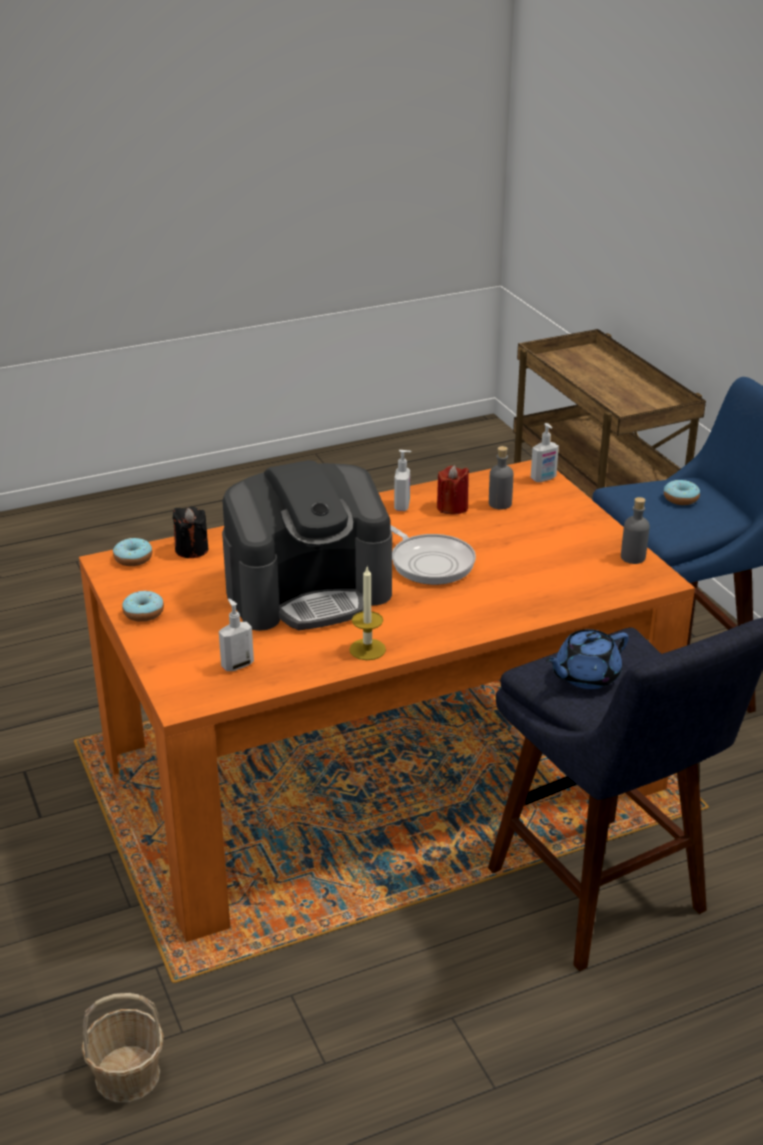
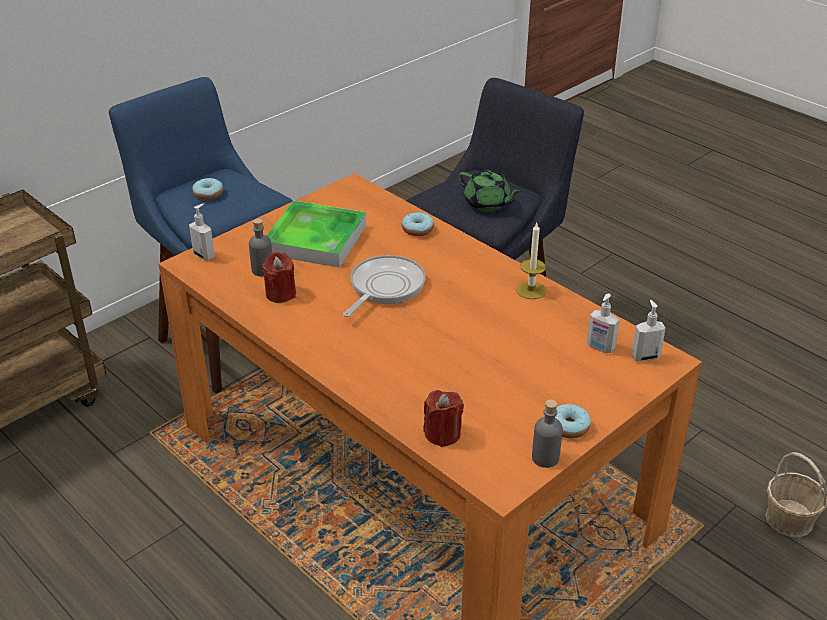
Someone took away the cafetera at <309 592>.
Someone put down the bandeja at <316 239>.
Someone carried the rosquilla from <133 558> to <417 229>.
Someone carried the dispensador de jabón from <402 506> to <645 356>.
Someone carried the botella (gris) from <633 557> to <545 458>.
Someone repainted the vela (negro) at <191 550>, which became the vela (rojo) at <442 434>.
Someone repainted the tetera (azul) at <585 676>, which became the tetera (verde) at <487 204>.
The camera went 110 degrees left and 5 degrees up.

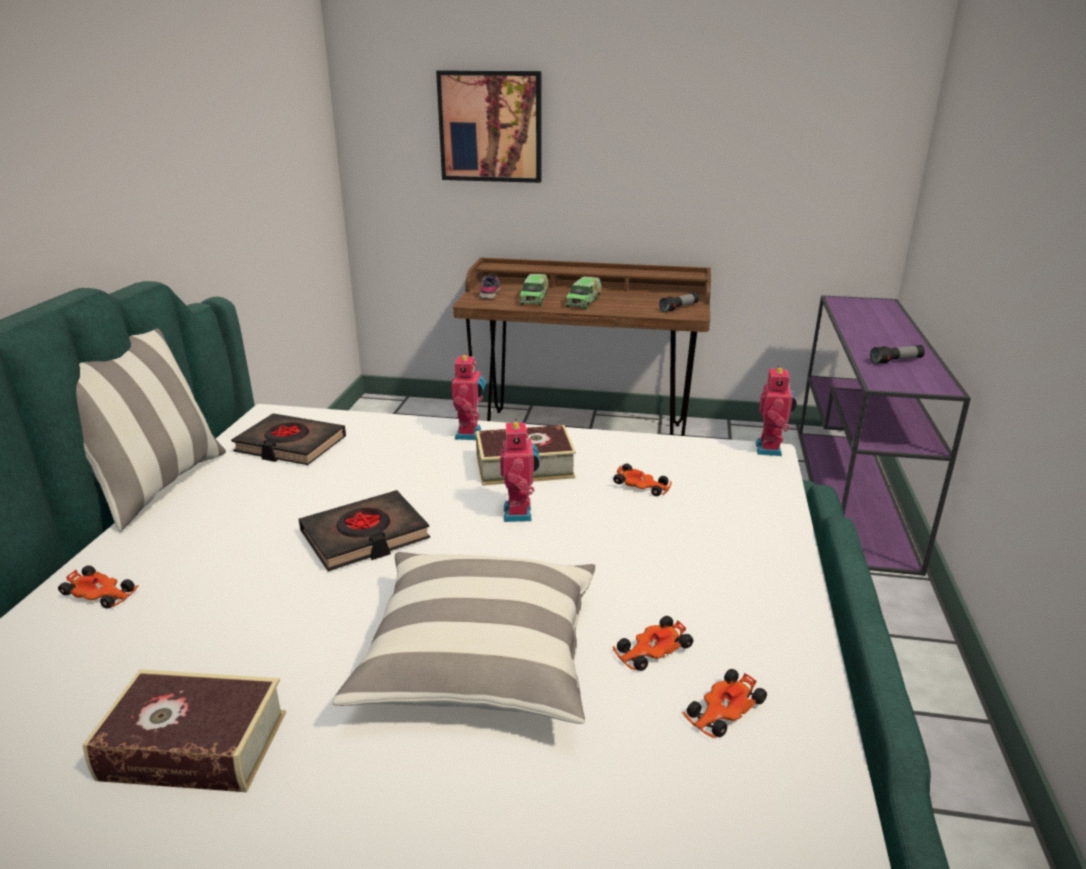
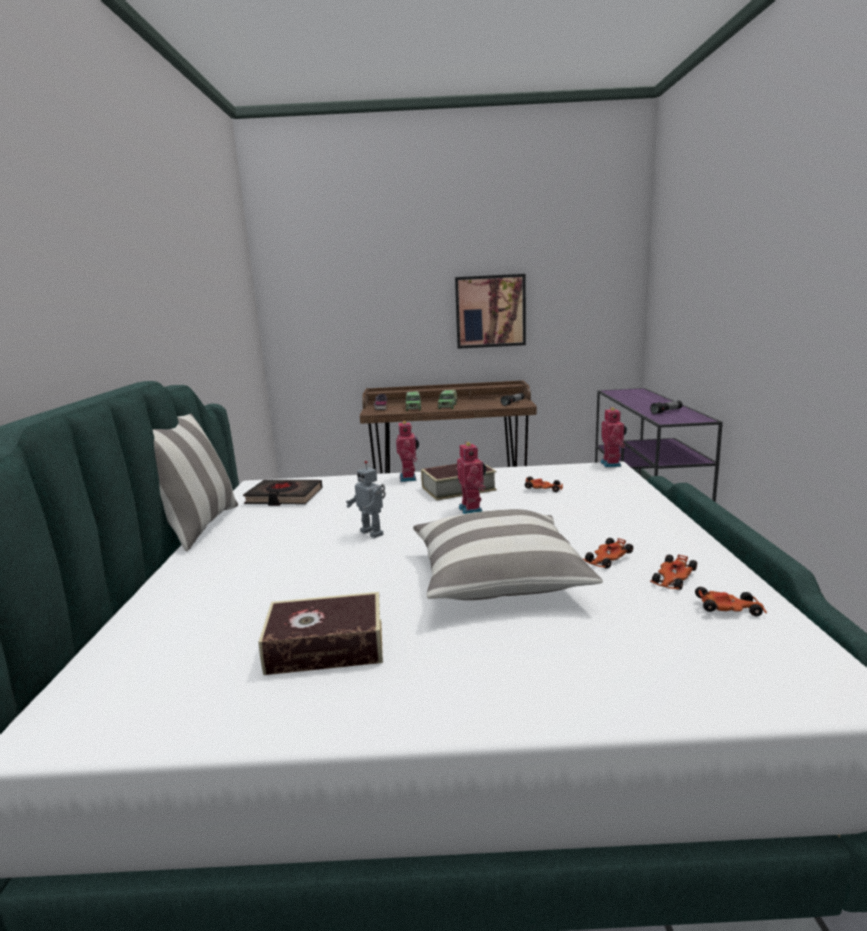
Someone carried the coche de juguete from <101 595> to <729 609>.
Someone carried the cuadro from <490 126> to <490 311>.
Someone swapped the libro (negro) at <365 537> for the robot de juguete at <373 533>.
The camera went 10 degrees left and 10 degrees down.

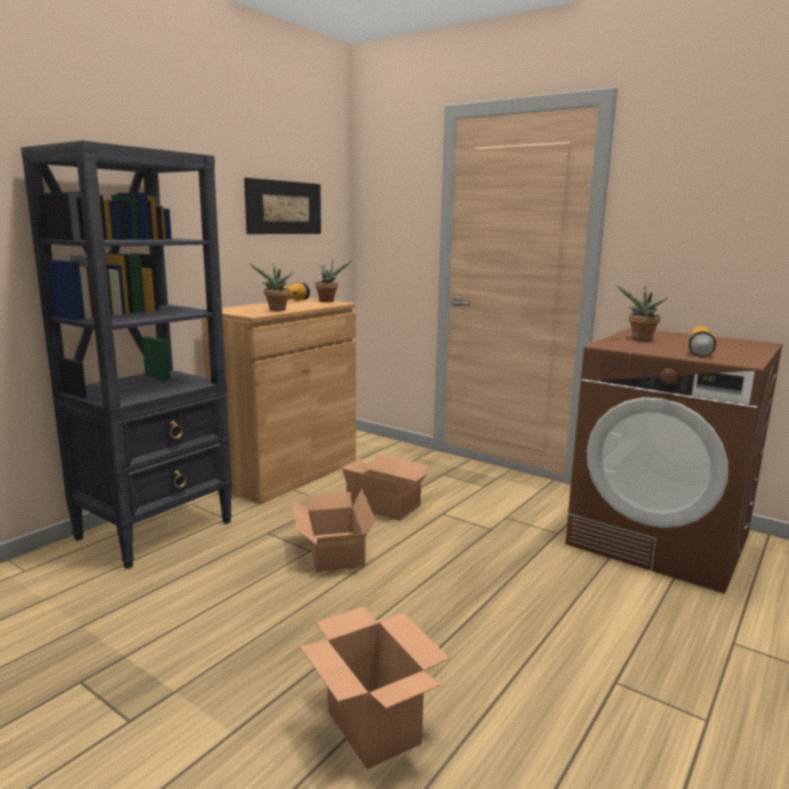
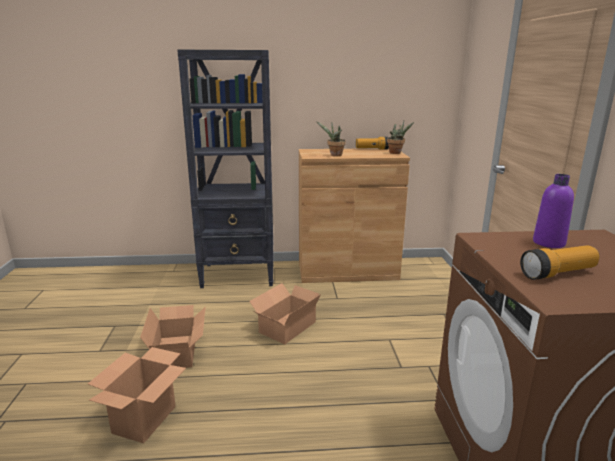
Someone took away the cuadro at <284 207>.
Someone carried the caja de cartón from <383 504> to <178 351>.
Someone swapped the planta en maceta at <640 339> for the botella (morado) at <548 243>.
The camera went 50 degrees right and 5 degrees up.

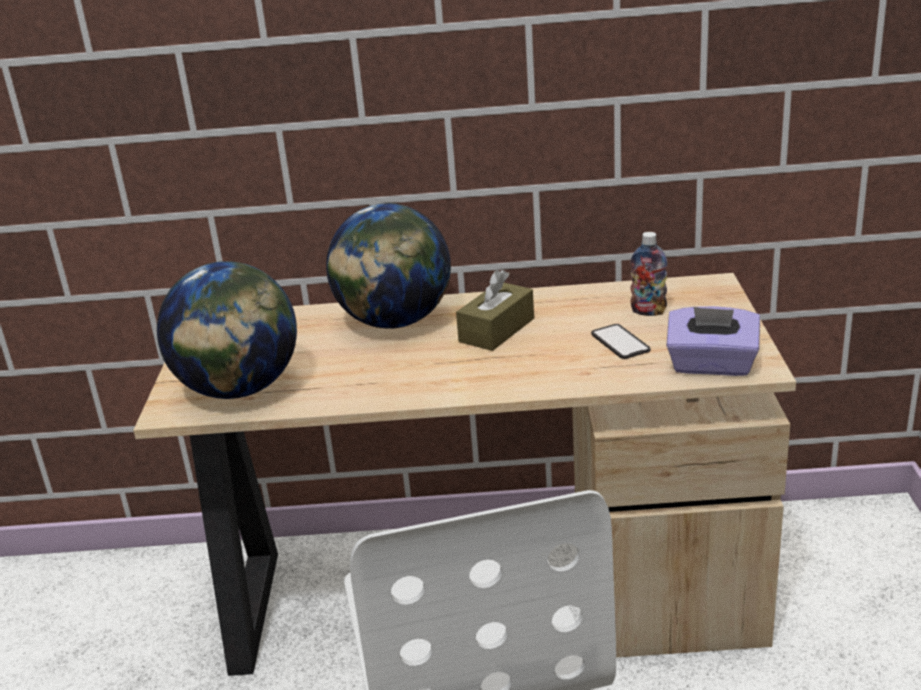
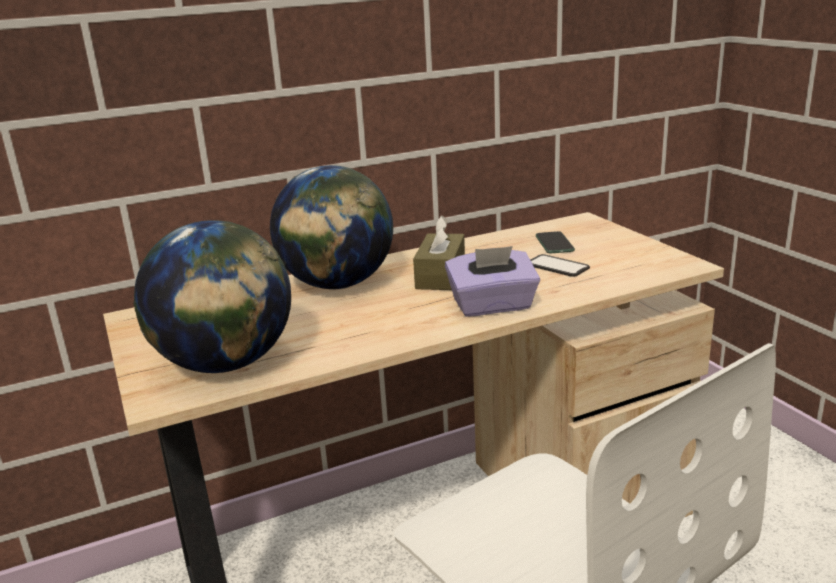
Someone carried the caja de pañuelos (morado) from <711 365> to <492 306>.
Someone swapped the botella at <648 311> for the móvil at <554 244>.
The camera went 25 degrees left and 5 degrees down.

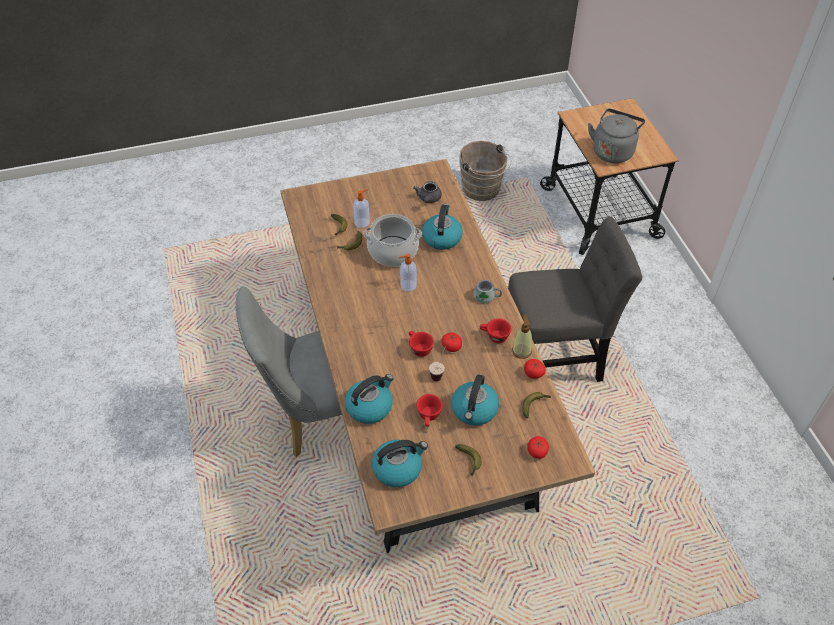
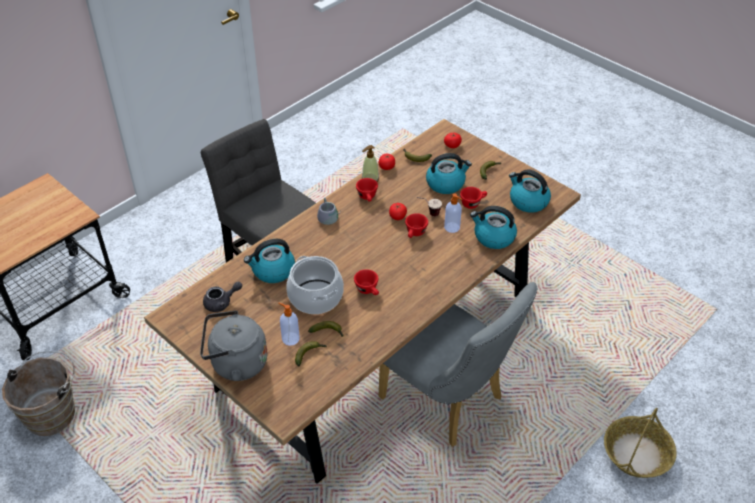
Someone put down the taza (rojo) at <368 290>.
Someone put down the cesta at <637 454>.
Someone carried the dispensador de jabón from <407 285> to <452 228>.
Someone carried the hervidor (gris) from <613 151> to <235 364>.
The camera went 120 degrees left and 5 degrees down.

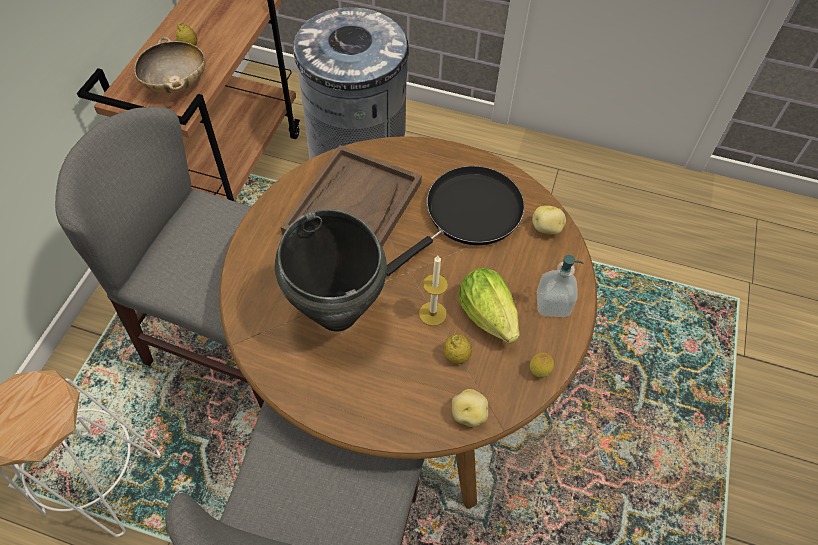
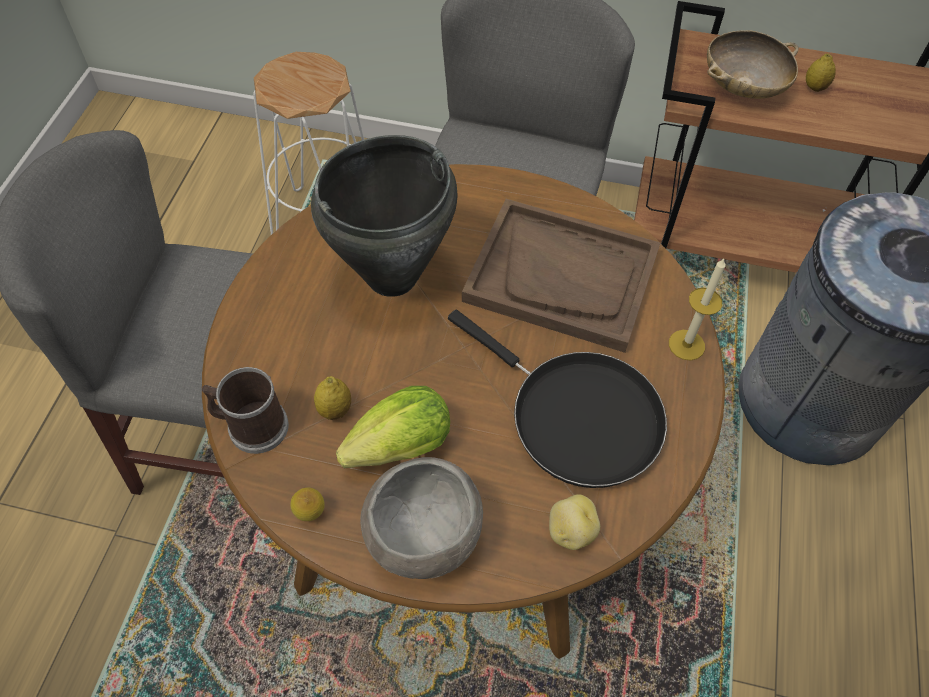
Someone carried the vela from <432 313> to <686 345>.
Someone swapped the patata at <468 413> for the taza grande at <251 426>.
Someone swapped the dispensador de jabón at <553 304> for the cuenco (gris) at <426 536>.
The camera went 85 degrees right and 0 degrees up.

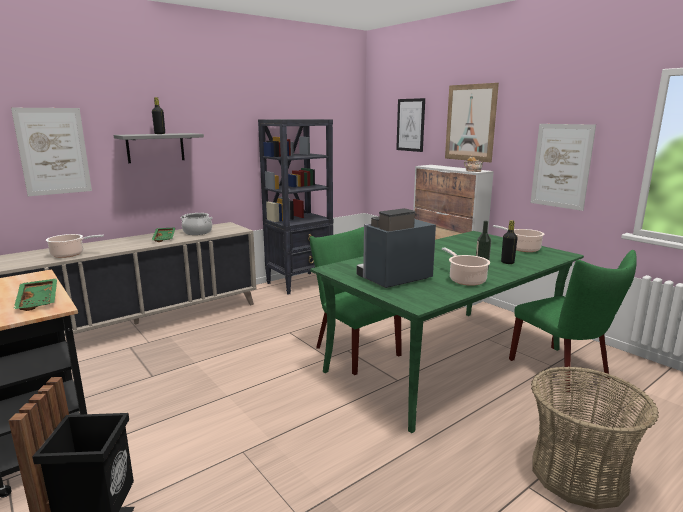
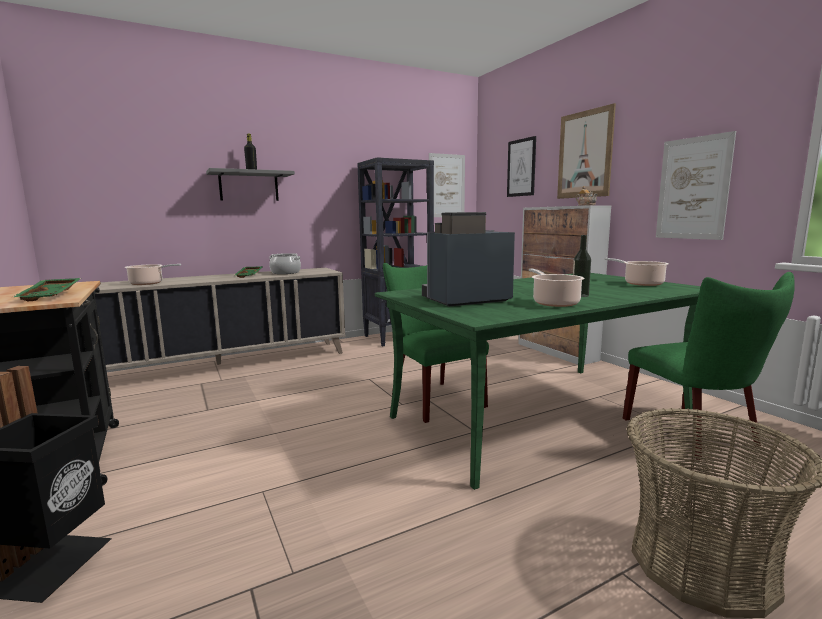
Someone took away the botella (negro) at <507 262>.
Someone carried the cuadro from <53 151> to <446 186>.
The camera went 10 degrees right and 5 degrees down.

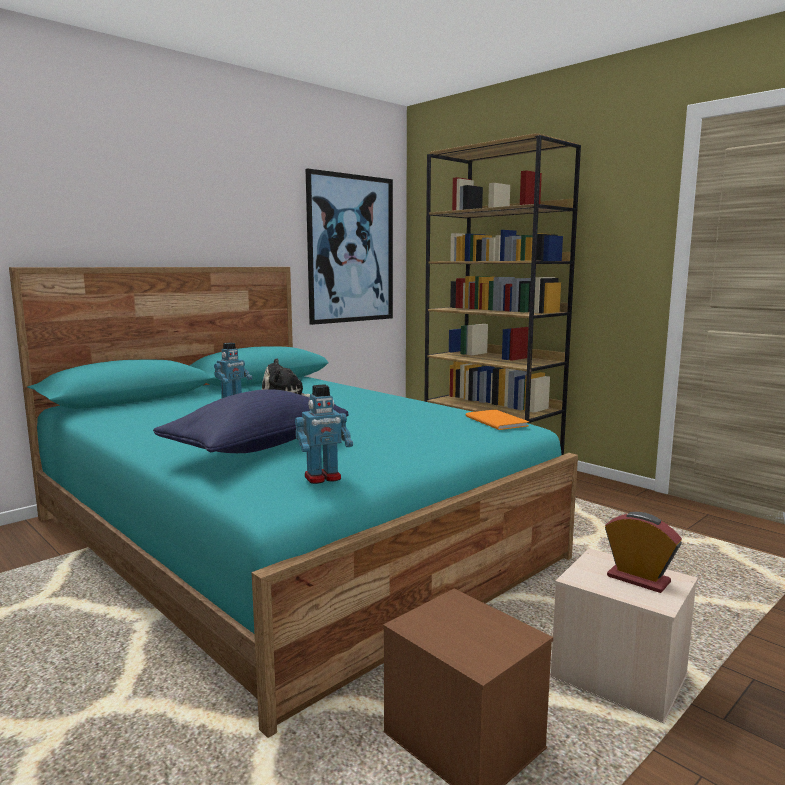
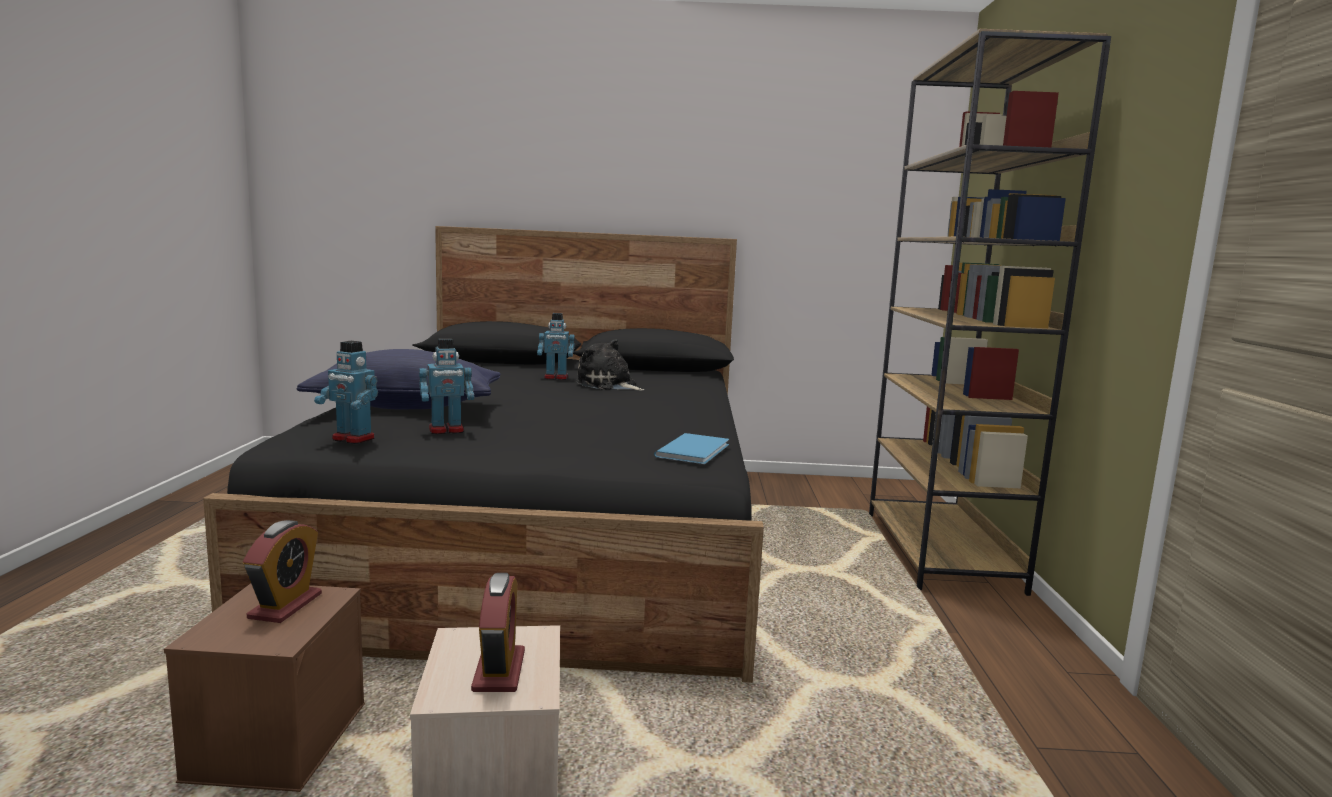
Someone took away the cuadro at <351 249>.
Someone put down the despertador at <285 606>.
Someone put down the robot de juguete at <446 430>.
Someone repainted the cama (turquesa) at <285 536>, which became the cama (negro) at <549 534>.
Someone repainted the libro (naranja) at <497 420>, which became the libro (azul) at <696 450>.
The camera went 45 degrees right and 0 degrees up.

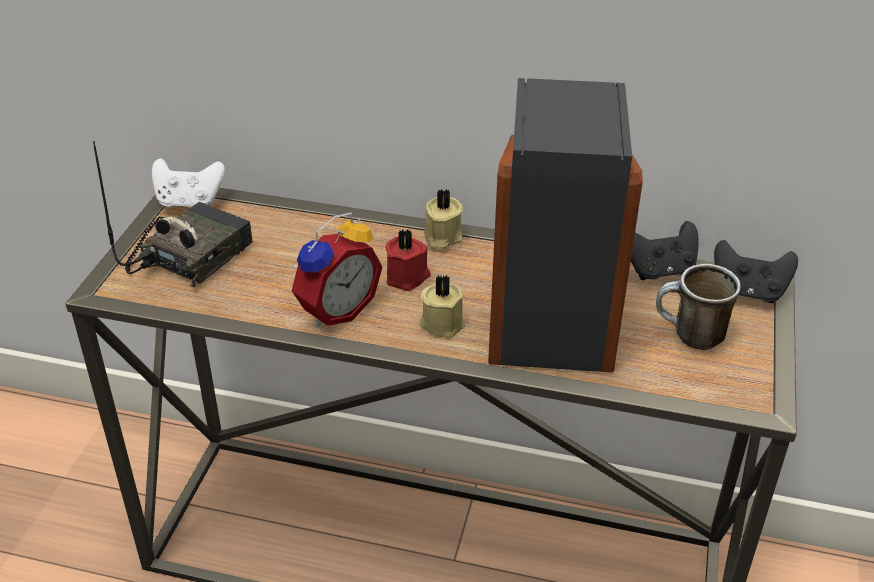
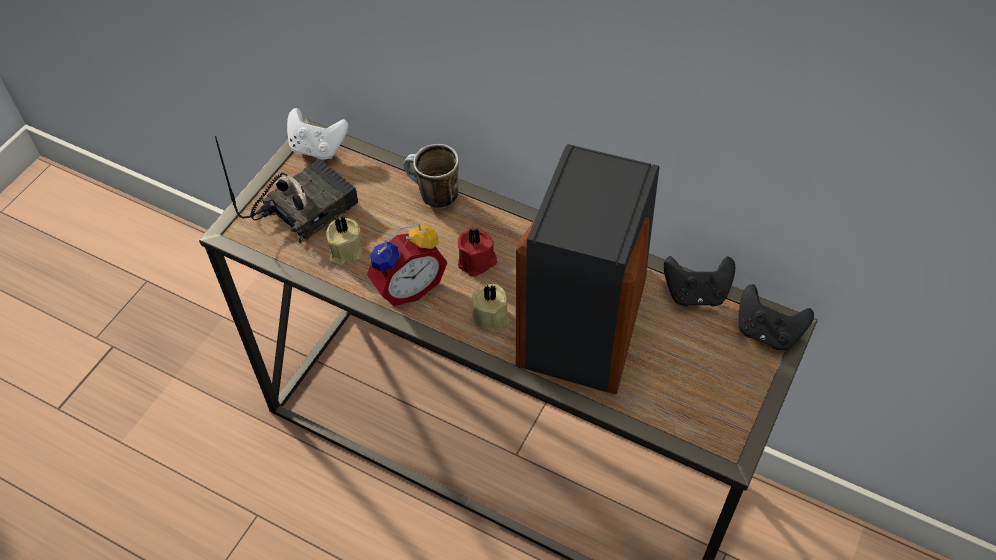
Someone carried the vela (beis) from <441 237> to <344 251>.
Someone carried the taza grande from <689 337> to <432 196>.
The camera went 15 degrees right and 15 degrees up.

